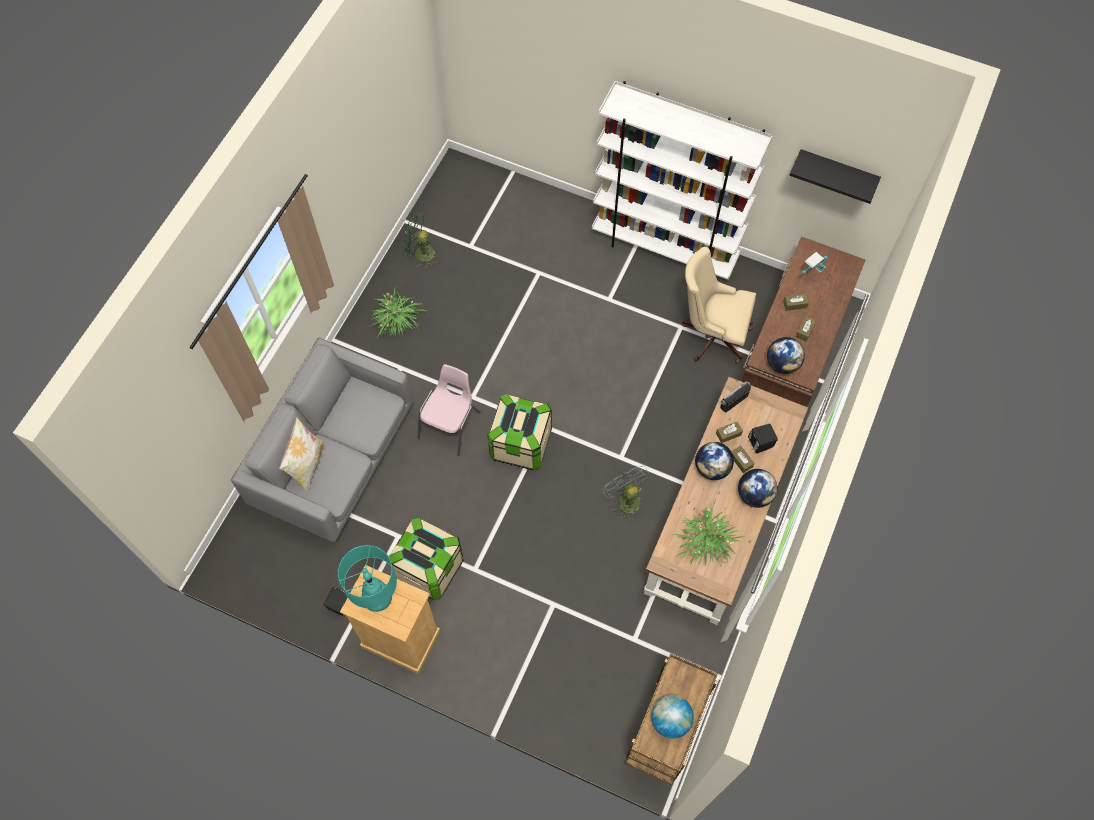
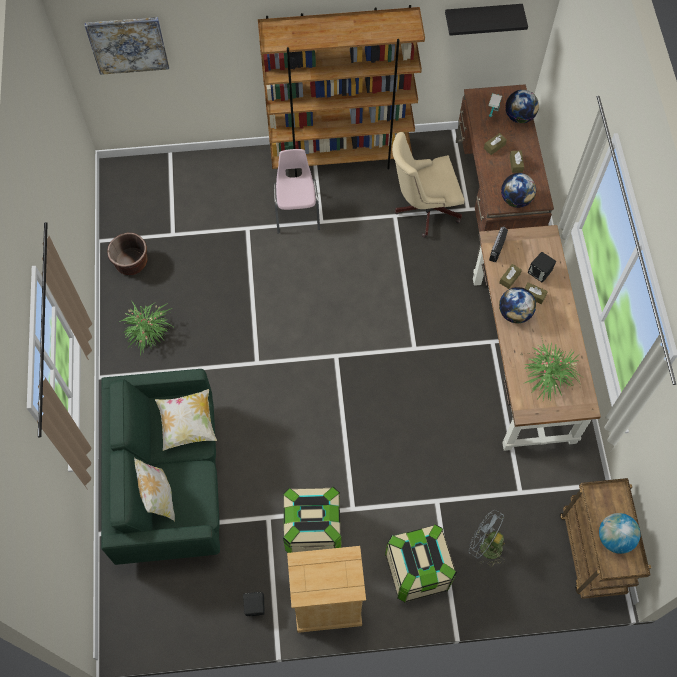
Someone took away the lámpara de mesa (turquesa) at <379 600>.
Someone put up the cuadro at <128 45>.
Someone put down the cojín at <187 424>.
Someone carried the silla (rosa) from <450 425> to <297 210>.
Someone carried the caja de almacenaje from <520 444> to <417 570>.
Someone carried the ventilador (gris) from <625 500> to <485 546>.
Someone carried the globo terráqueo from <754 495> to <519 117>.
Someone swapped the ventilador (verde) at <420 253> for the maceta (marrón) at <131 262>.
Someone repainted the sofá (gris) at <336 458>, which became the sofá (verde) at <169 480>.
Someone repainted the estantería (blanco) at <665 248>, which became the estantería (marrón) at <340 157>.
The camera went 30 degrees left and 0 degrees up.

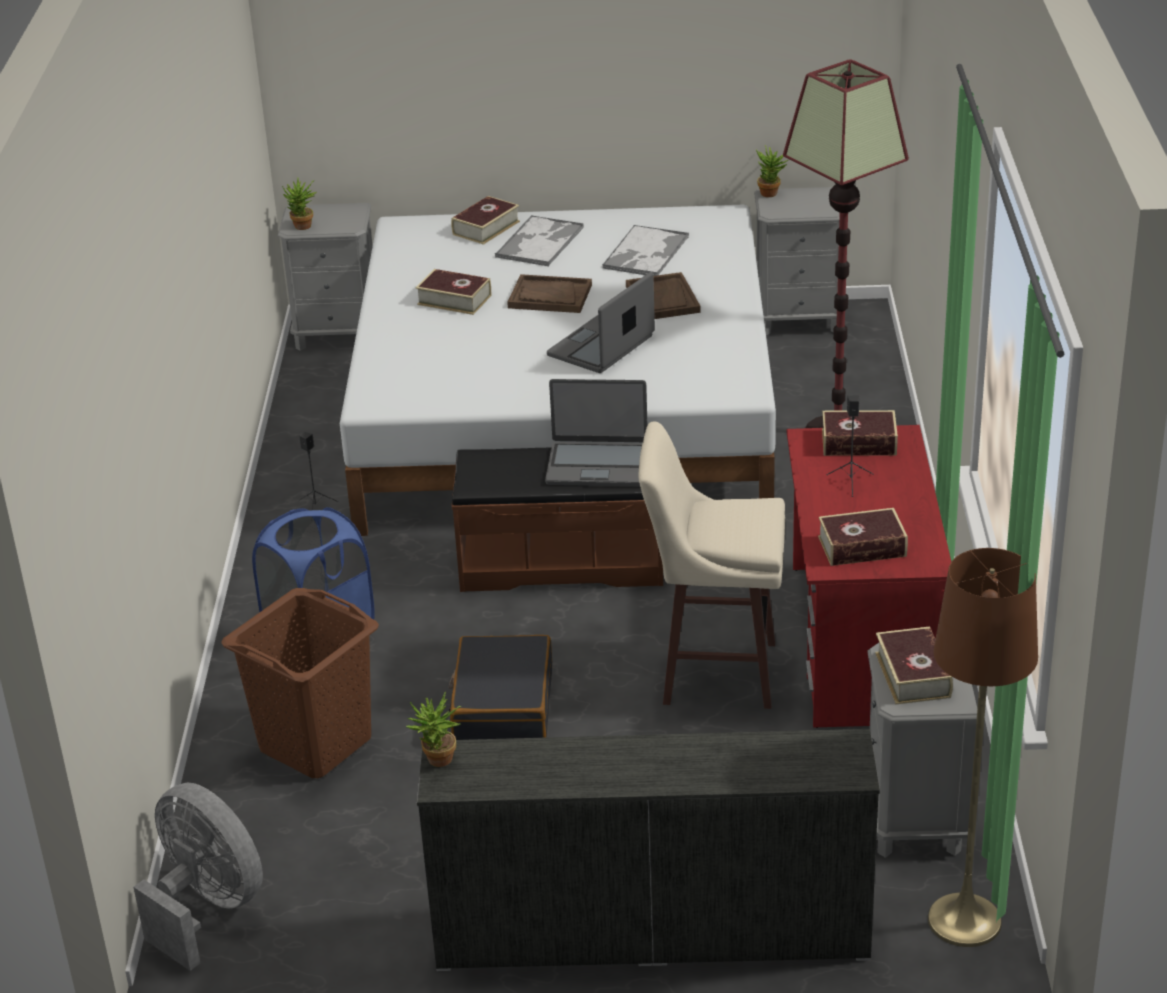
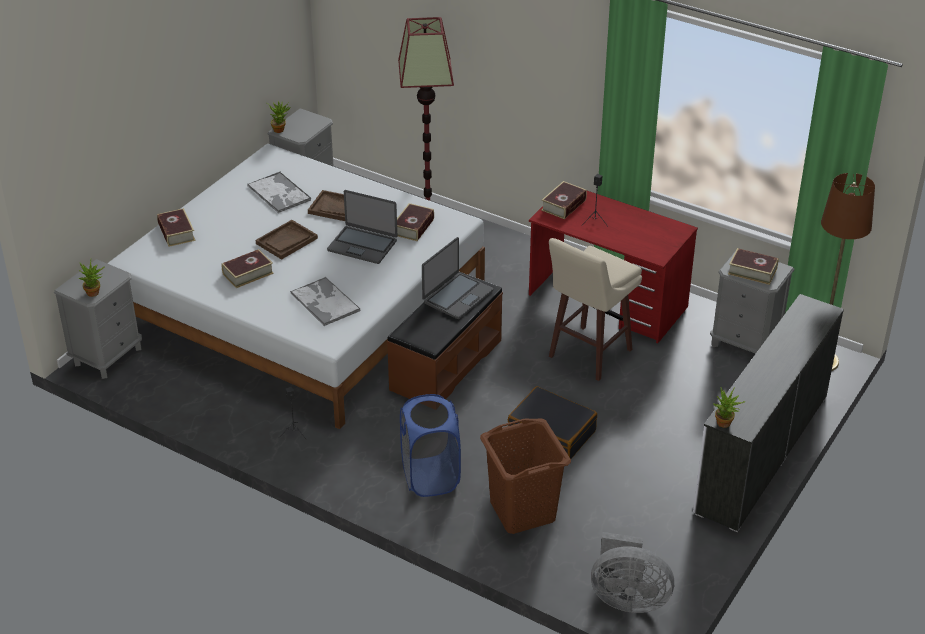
Someone carried the bandeja from <540 242> to <324 302>.
Someone carried the libro from <862 546> to <413 227>.
Someone rotated the ventilador (gris) at <207 908> by 150 degrees counterclockwise.
Someone rotated the portátil at <602 347> by 45 degrees counterclockwise.
The camera went 60 degrees left and 5 degrees up.

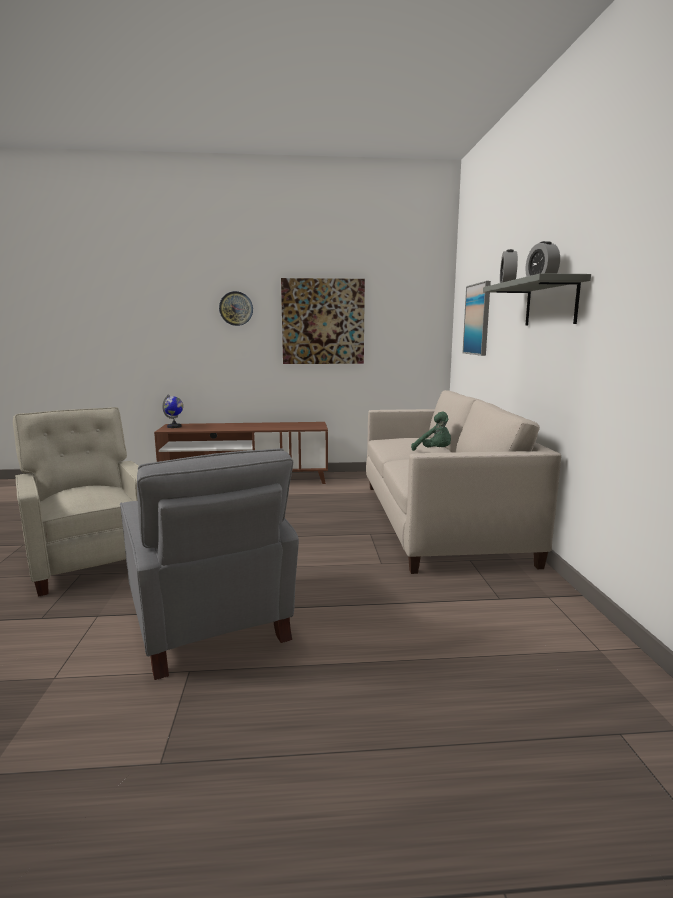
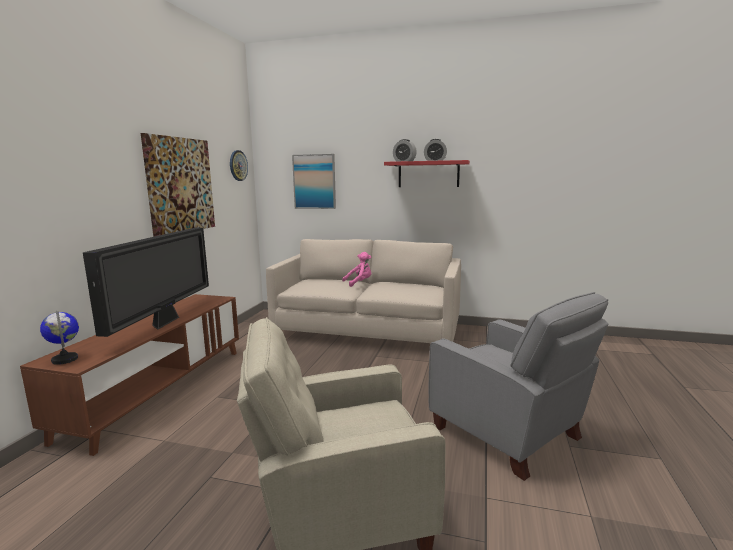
Someone put down the televisor at <165 322>.
Someone carried the reloj de pared from <236 308> to <238 165>.
Someone repainted the peluche (verde) at <435 451>, which became the peluche (rosa) at <359 283>.
Someone repainted the estante (gris) at <551 303>, which became the estante (rojo) at <428 174>.
Someone rotated the sillón (gris) at <210 626> by 60 degrees clockwise.
The camera went 70 degrees left and 0 degrees up.

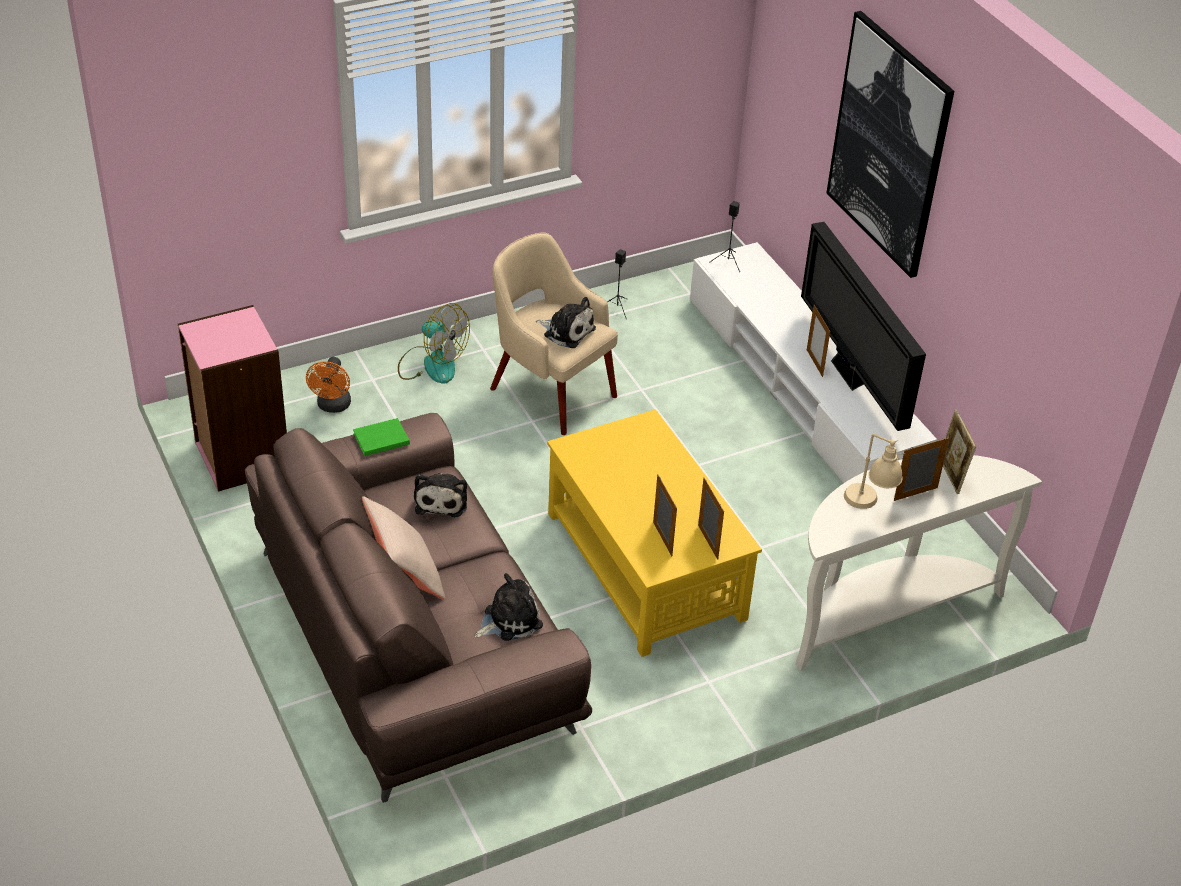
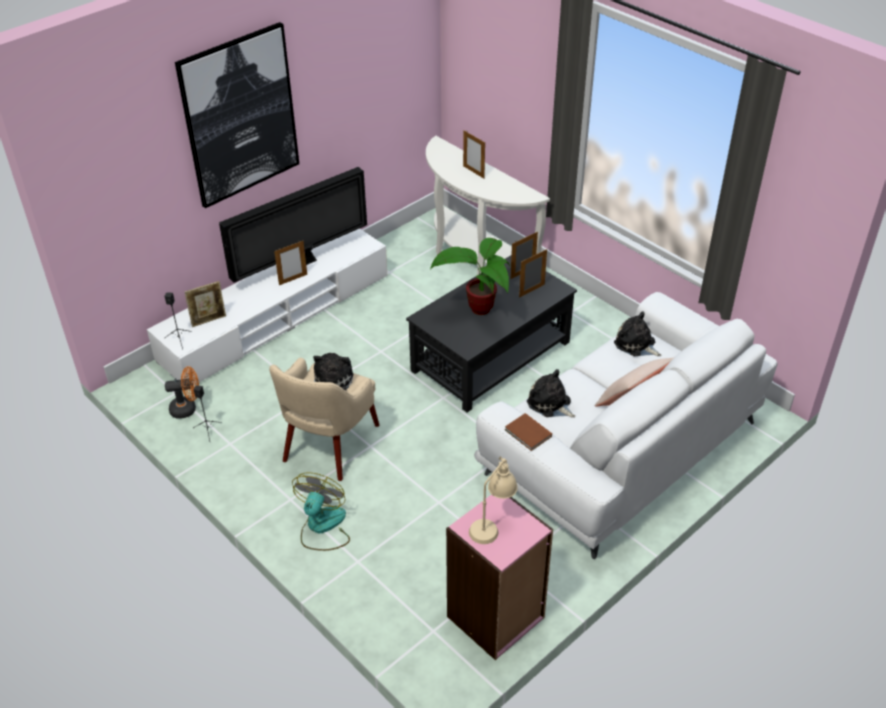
Someone put down the planta en maceta at <477 310>.
Someone carried the ventilador (naranja) from <333 406> to <187 409>.
Someone carried the lámpara de mesa (beis) from <869 506> to <492 524>.
Someone carried the portarretratos from <951 475> to <209 320>.
Someone repainted the sofá (marrón) at <413 638>, which became the sofá (blanco) at <620 448>.
Someone repainted the libro (verde) at <379 439>, which became the libro (marrón) at <528 434>.
Someone repainted the mesa de centro (amarillo) at <645 564>, which became the mesa de centro (negro) at <490 356>.
Someone rotated the peluche at <442 500> by 120 degrees counterclockwise.
The camera went 105 degrees left and 0 degrees up.

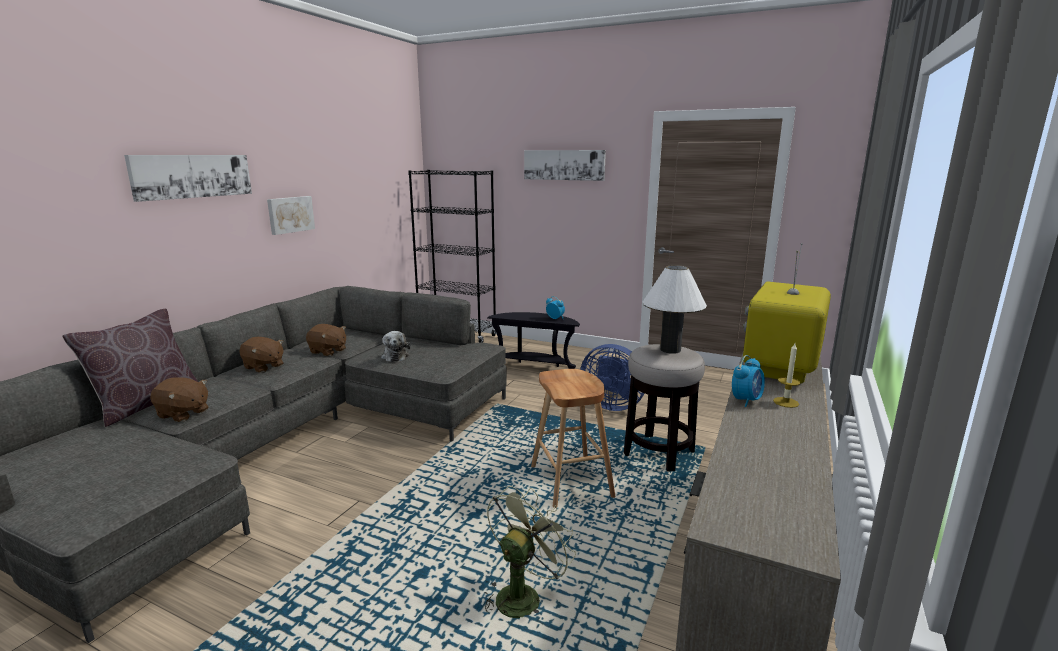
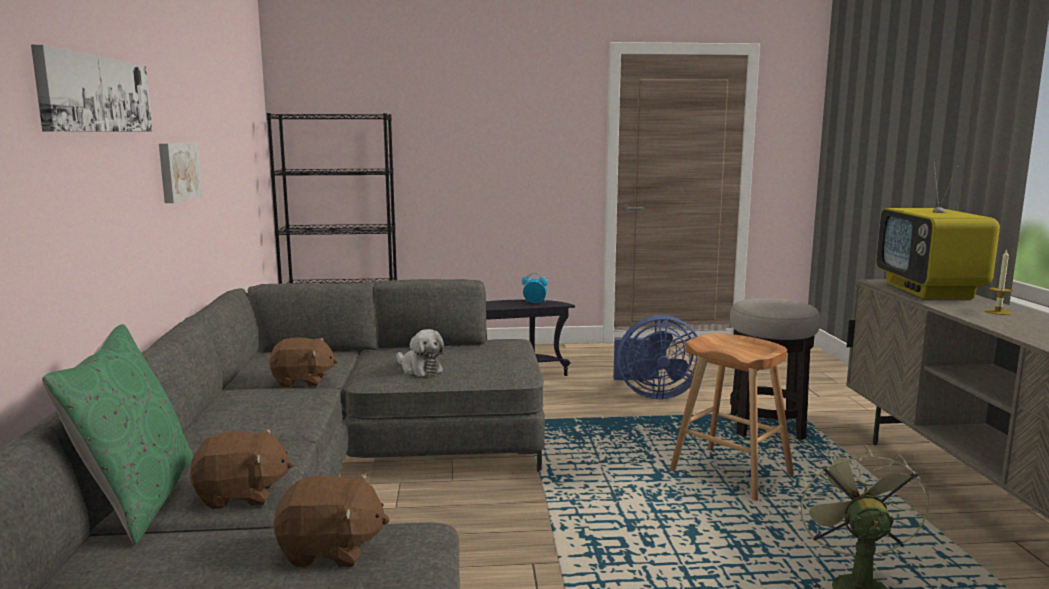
Someone took away the cuadro at <564 165>.
Someone took away the lámpara de mesa (blanco) at <670 350>.
Someone took away the despertador at <746 400>.
Someone carried the peluche (marrón) from <263 367> to <331 550>.
Someone repainted the cojín (marrón) at <147 403>, which became the cojín (verde) at <137 499>.
The camera went 30 degrees left and 5 degrees down.

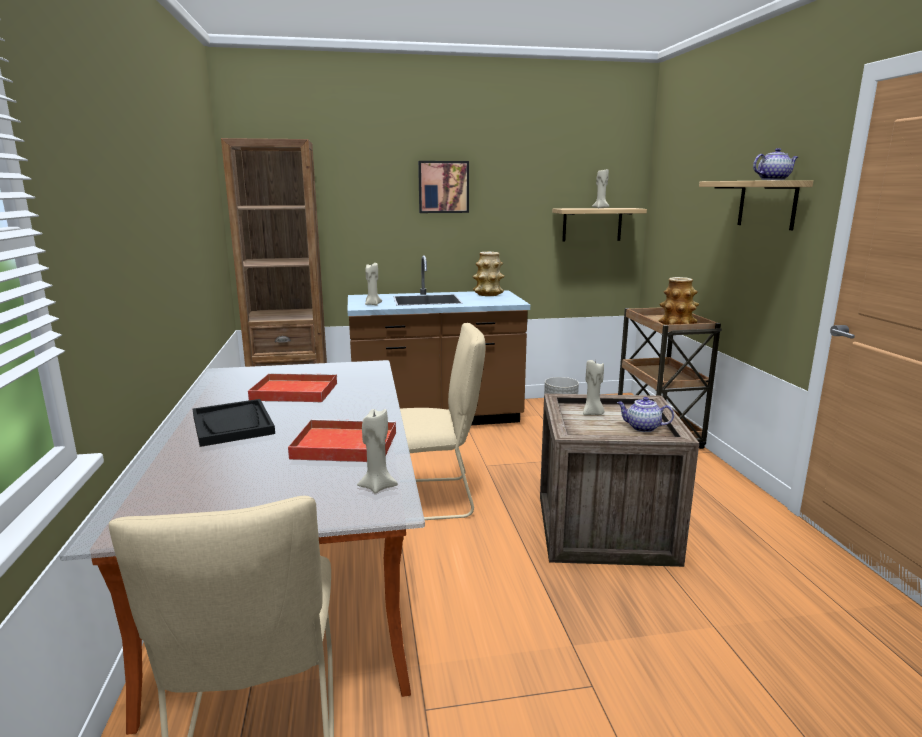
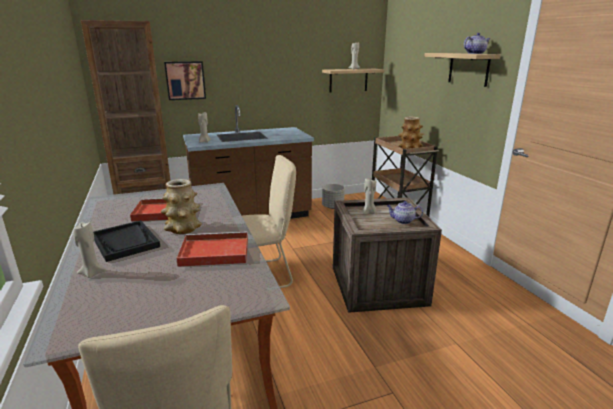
Someone carried the vela (beis) from <377 487> to <92 273>.
Someone carried the cuadro from <443 187> to <185 80>.
Someone carried the florero from <488 294> to <183 229>.
The camera went 10 degrees left and 5 degrees up.

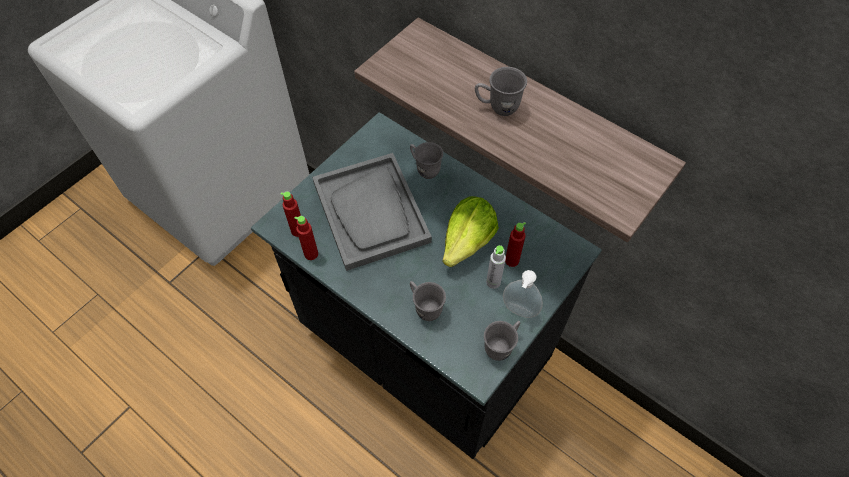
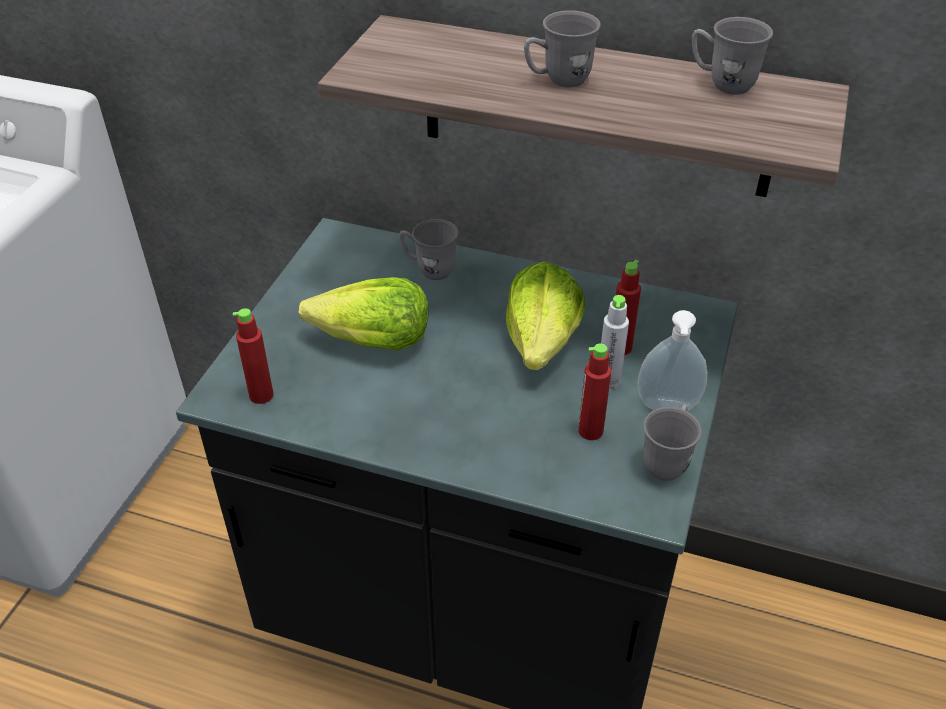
Someone carried the botella (rojo) from <311 254> to <590 431>.
Someone carried the taza grande (gris) from <425 307> to <722 83>.
Someone swapped the bandeja (gris) at <371 212> for the lechuga at <372 341>.
The camera went 20 degrees left and 15 degrees down.

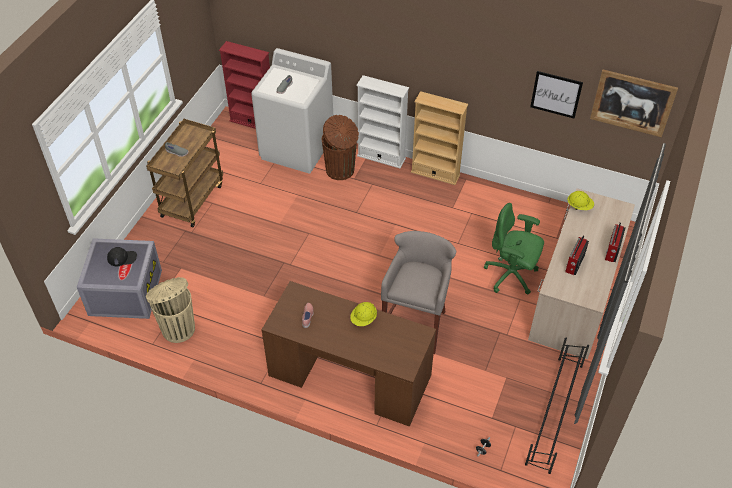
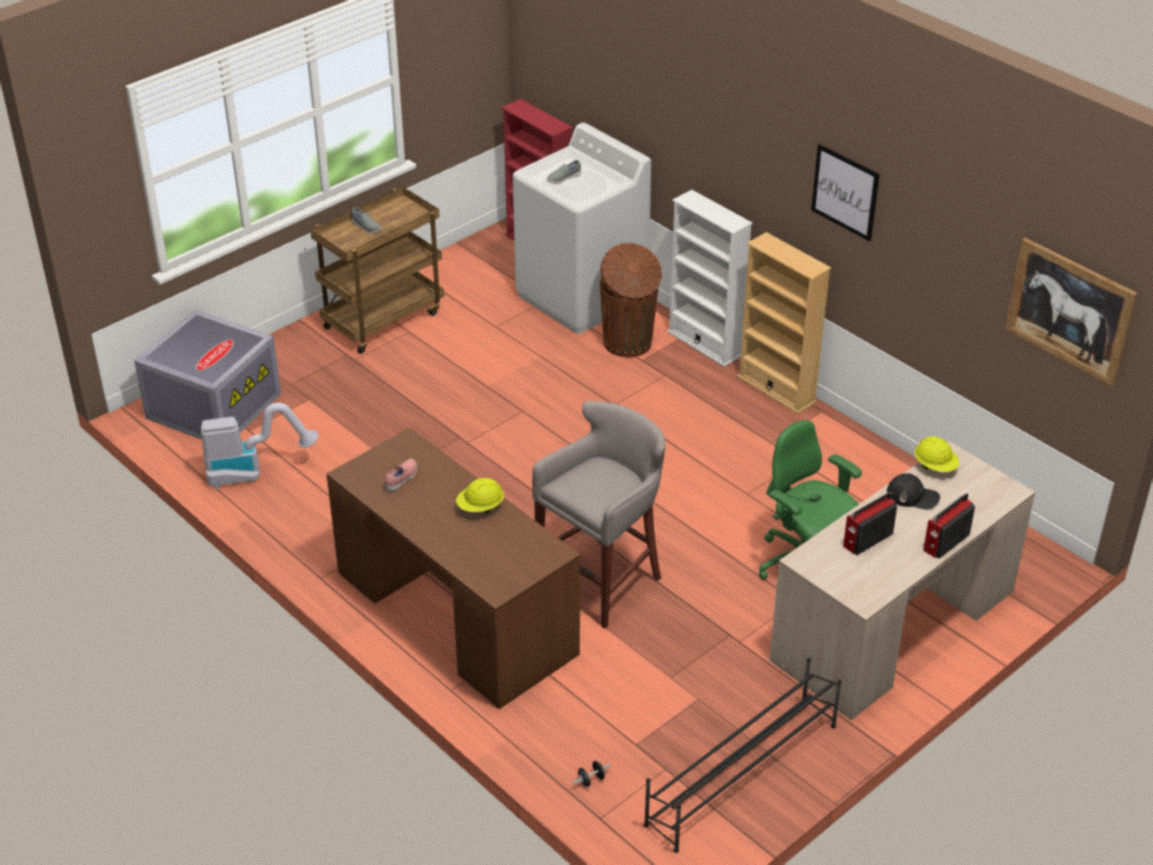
Someone carried the gorra (negro) from <122 258> to <912 496>.
Someone carried the cuadro from <556 94> to <845 192>.
Someone swapped the papelera (beis) at <178 328> for the aspiradora at <254 472>.
The camera went 25 degrees right and 10 degrees down.

